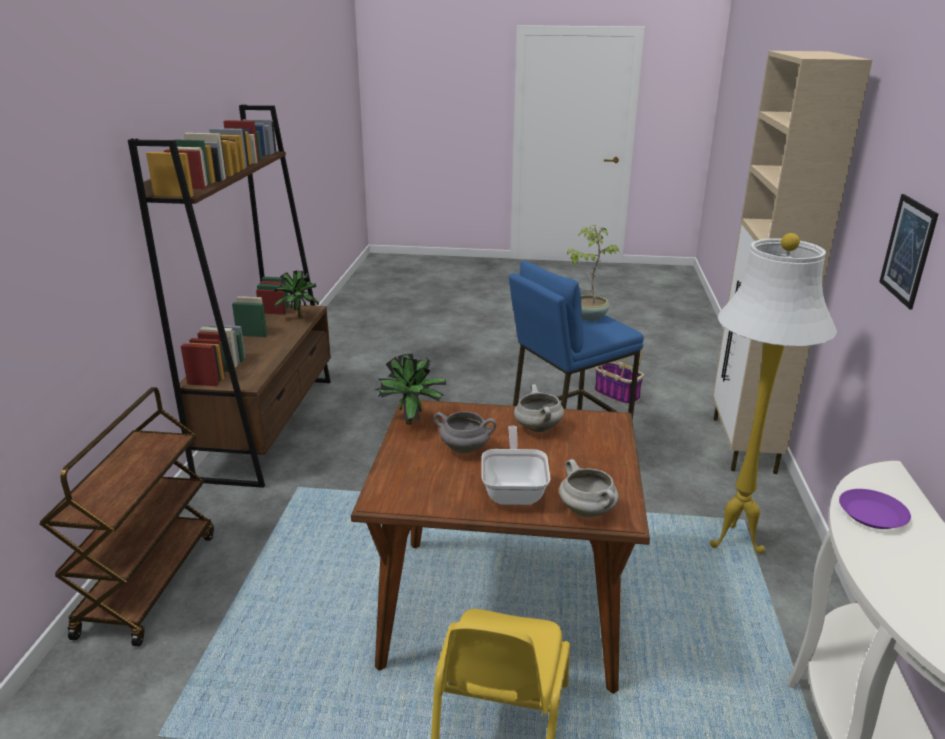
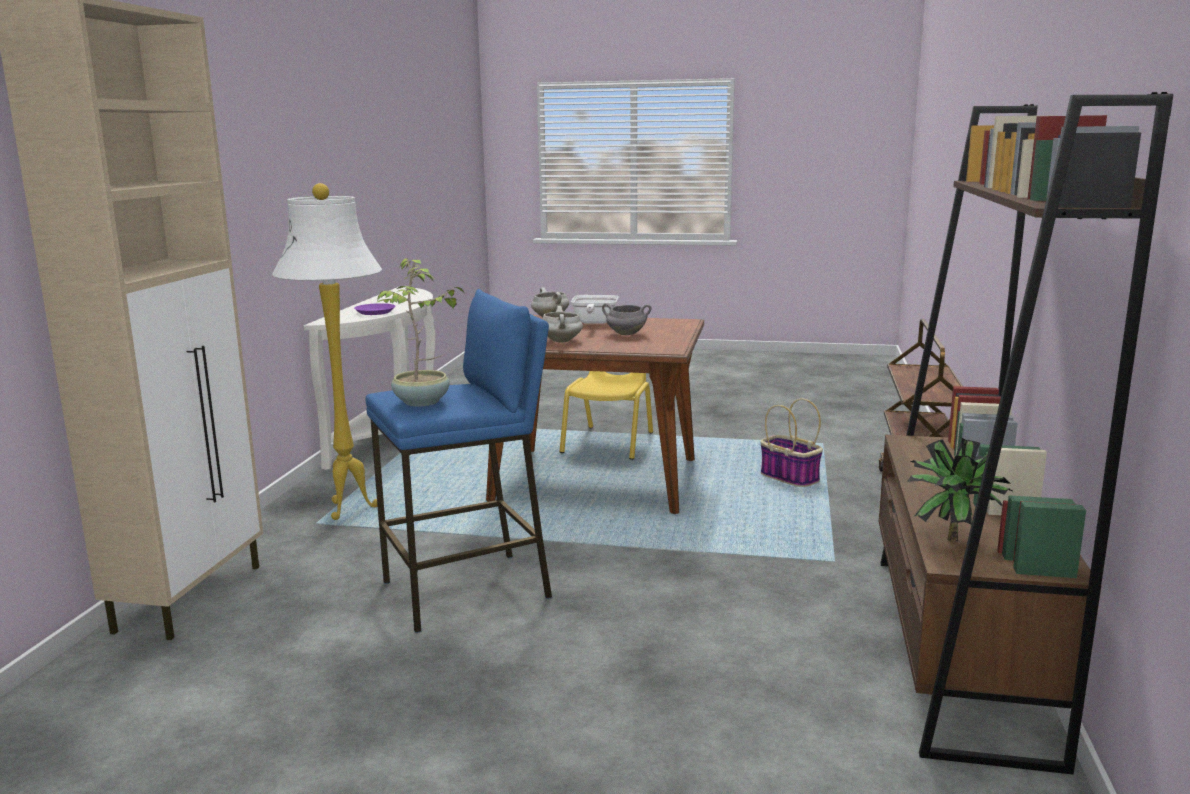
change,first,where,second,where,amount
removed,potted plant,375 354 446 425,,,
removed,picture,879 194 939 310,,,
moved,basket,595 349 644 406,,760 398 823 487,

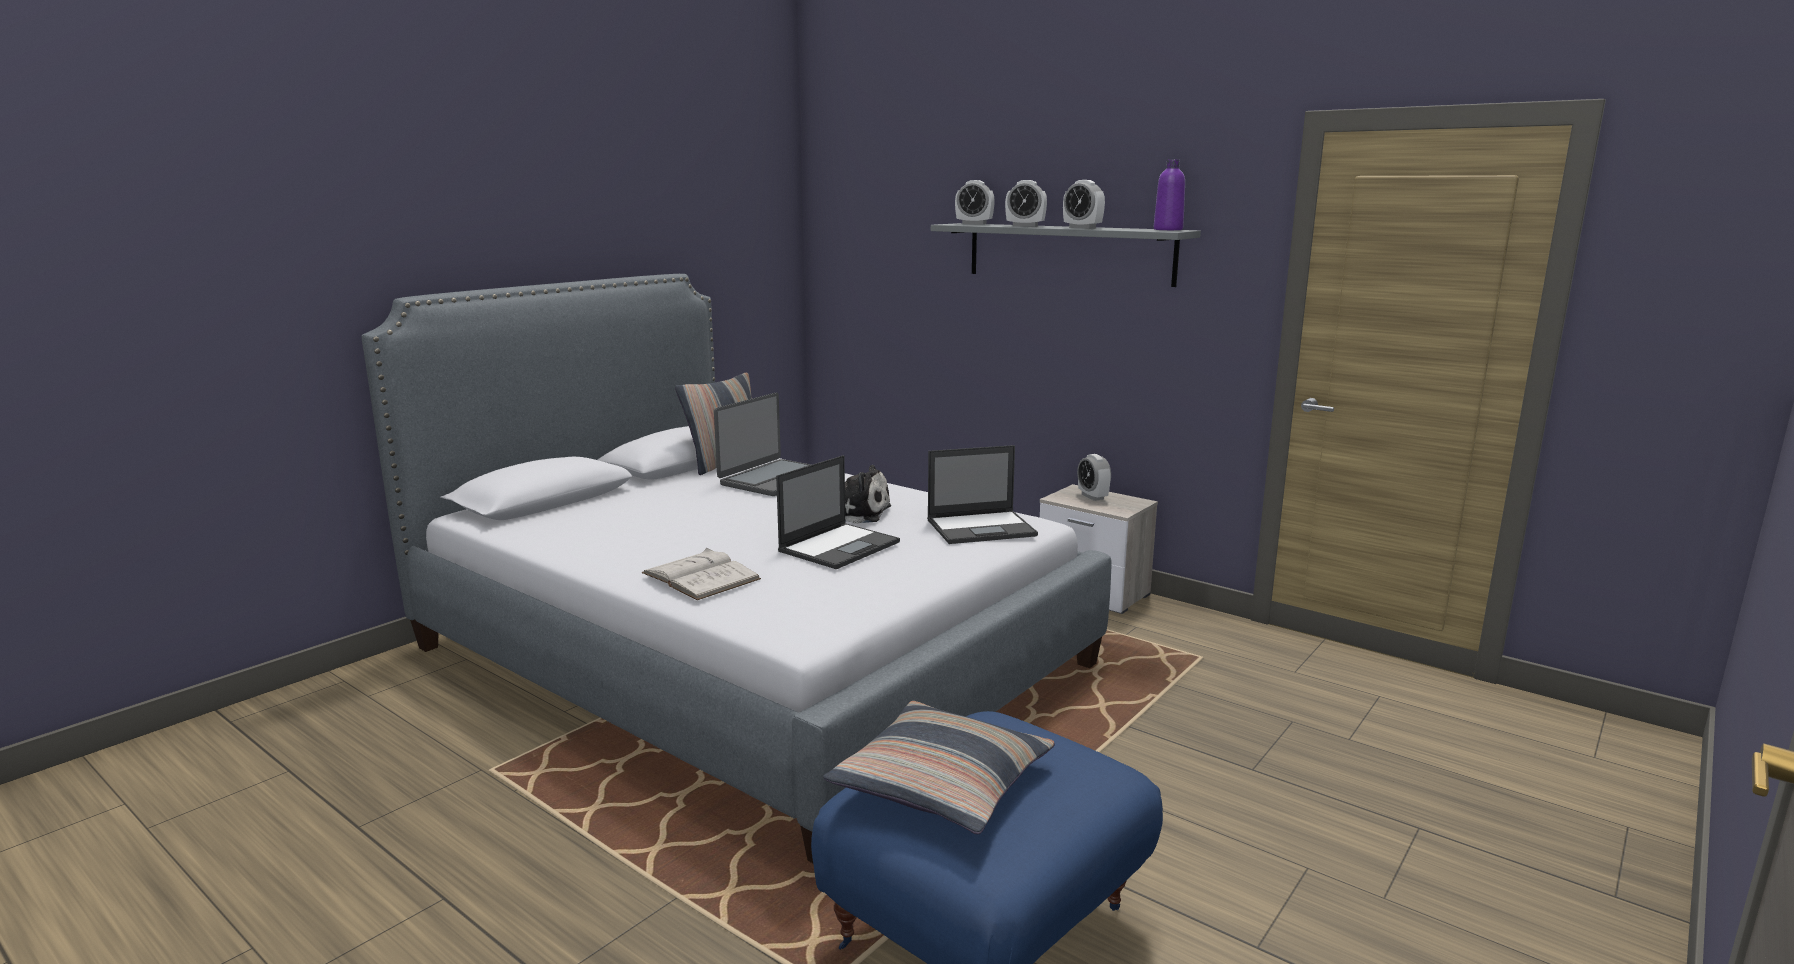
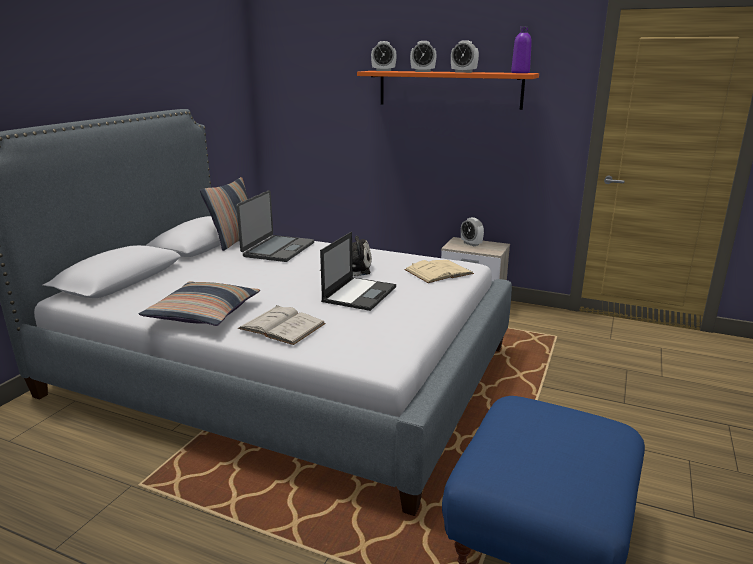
change,first,where,second,where,amount
moved,pillow,823 701 1055 834,,139 281 260 326,
replaced,laptop,927 445 1038 544,book in beige,404 260 474 283,
recoloured,shelf in grey,931 223 1201 287,shelf in orange,357 71 539 110,

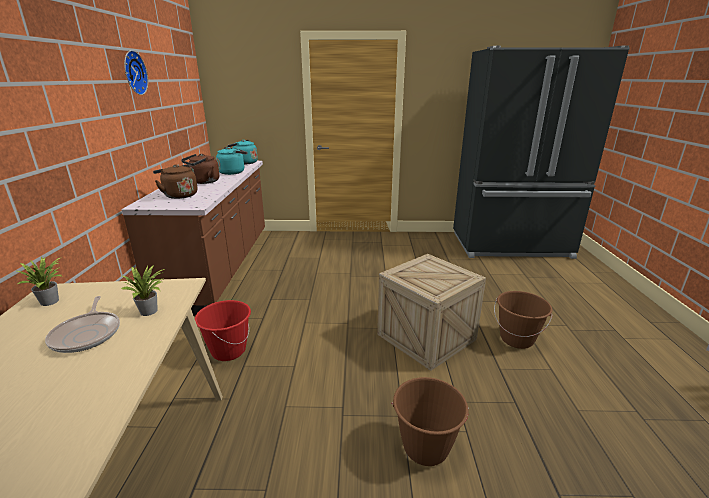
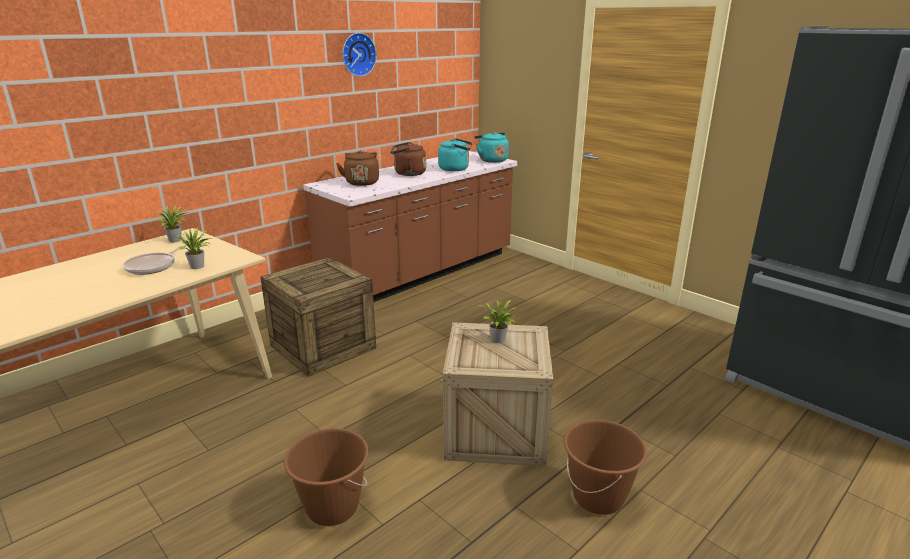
change,first,where,second,where,amount
added,,,potted plant,481 300 515 343,
replaced,bucket in red,195 300 251 361,crate,260 257 376 377,

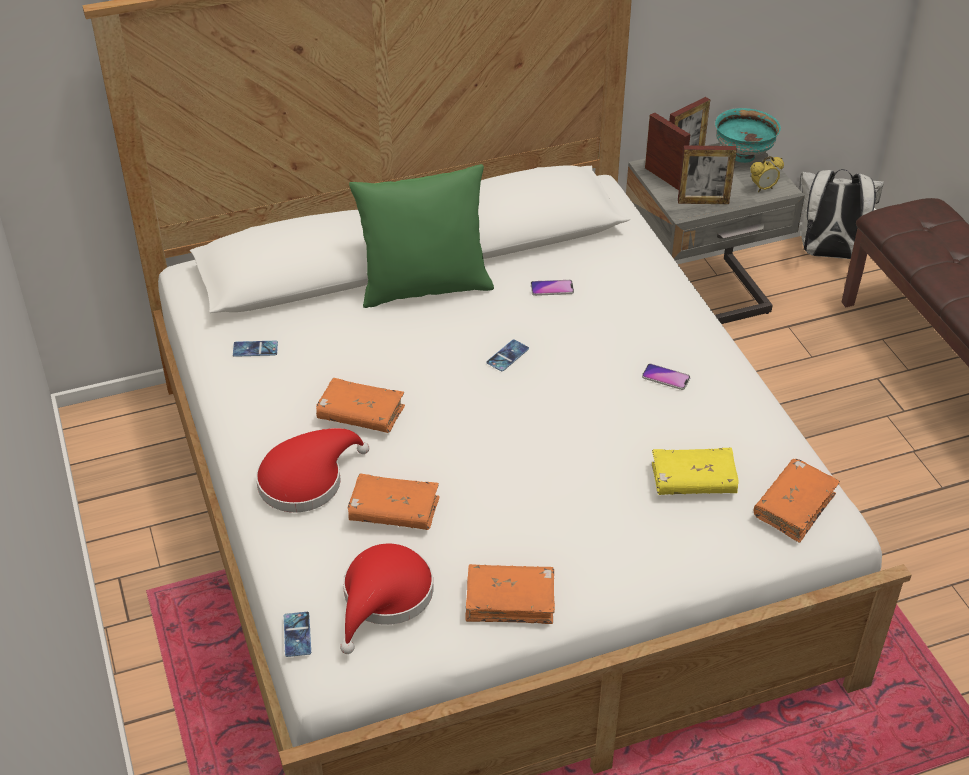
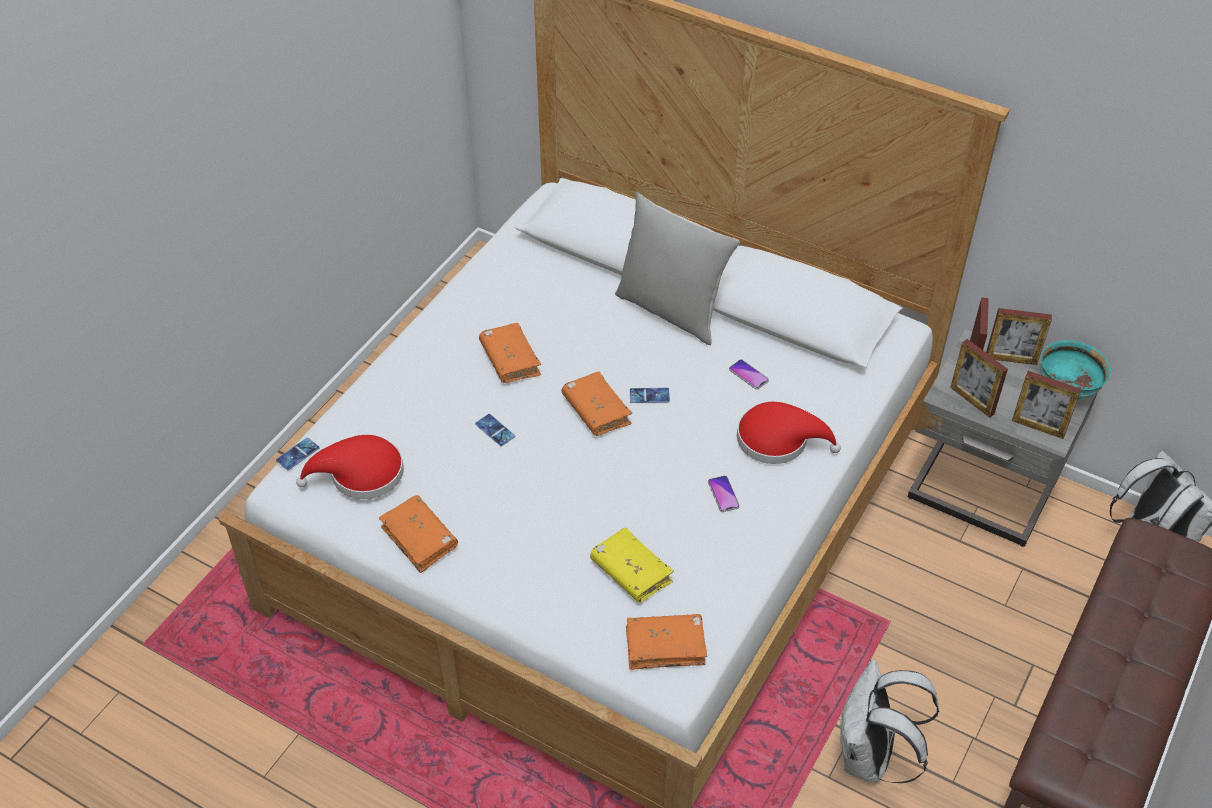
change,first,where,second,where,amount
added,,,backpack in white,839 659 939 783,
moved,phone,233 341 278 357,,475 414 515 446,
moved,hat in red,256 428 369 513,,737 402 841 464,
moved,book in orange,348 474 440 530,,561 371 632 436,
replaced,alarm clock,751 156 784 192,picture frame,1012 371 1081 439,
recoloured,pillow in green,349 164 494 308,pillow in grey,615 192 740 345,

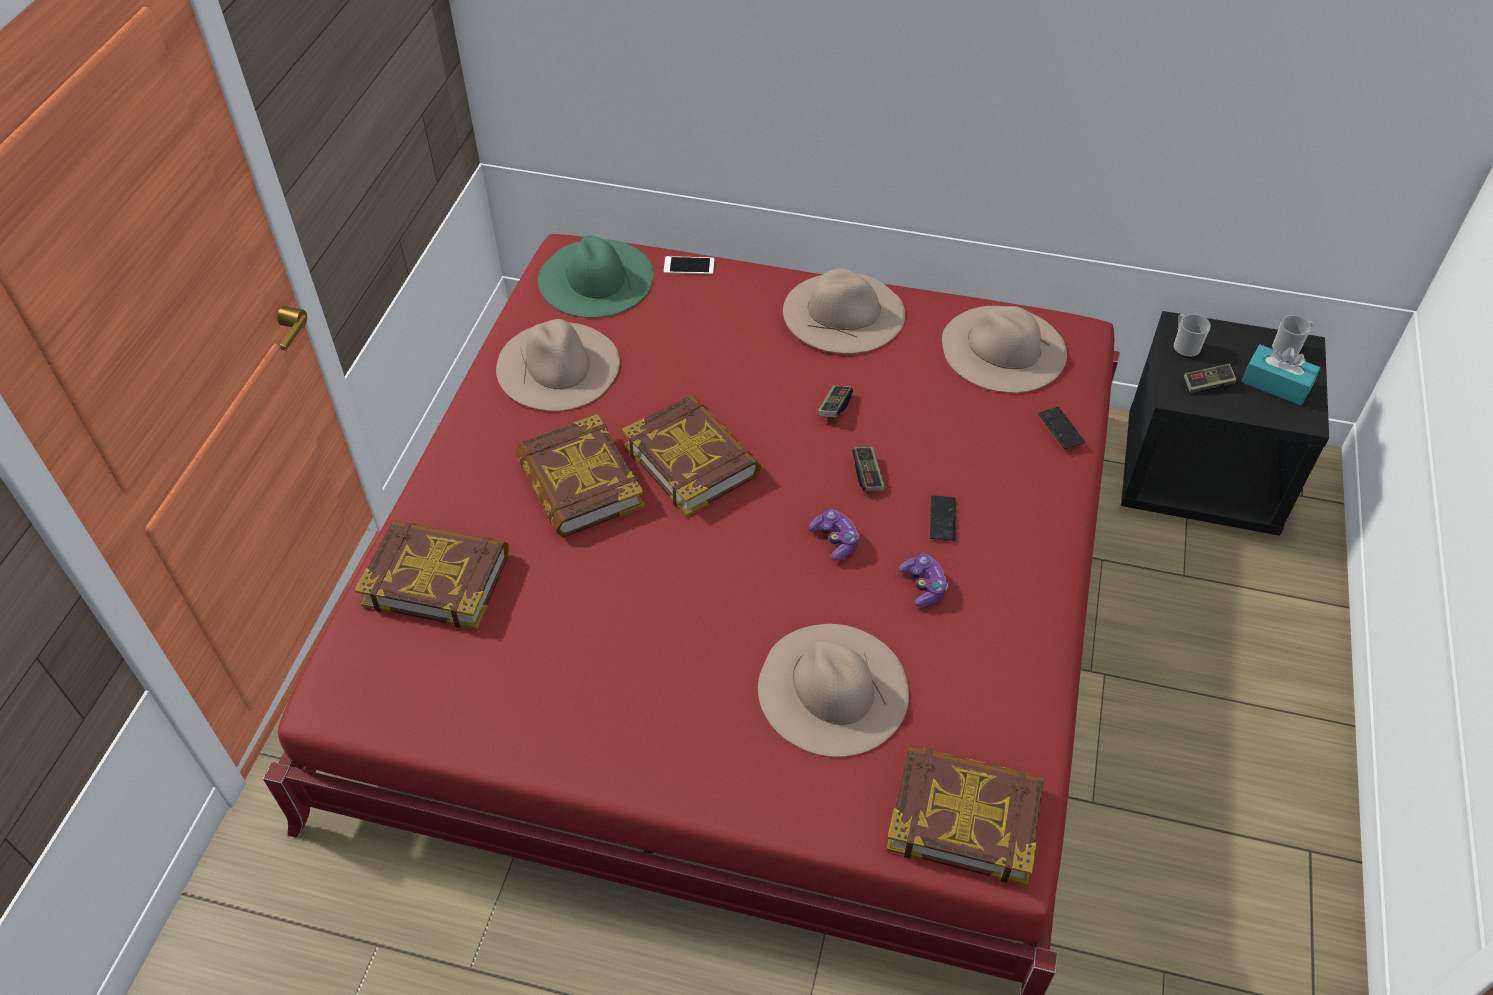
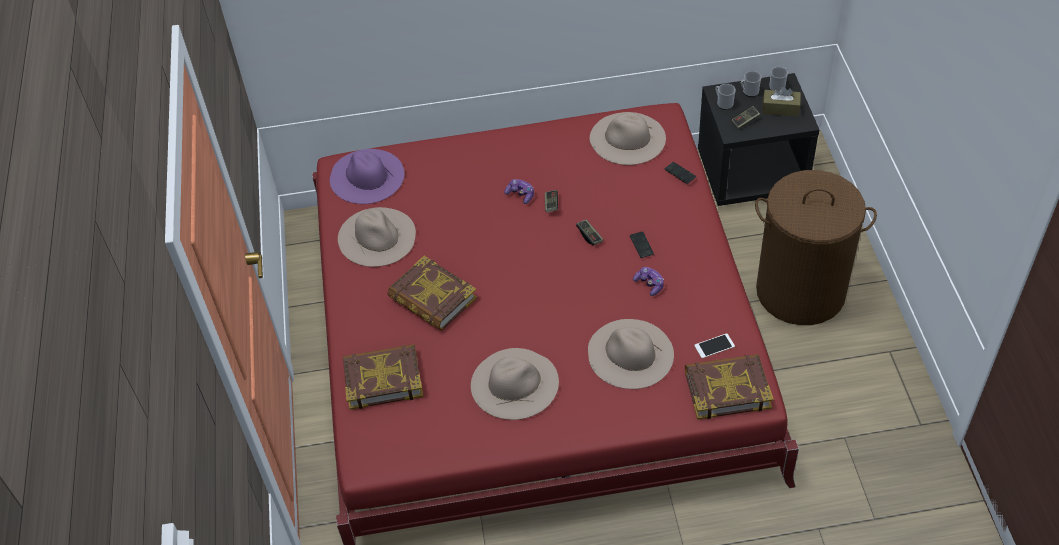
change,first,where,second,where,amount
removed,book,622 395 761 516,,,
added,,,mug,741 71 762 97,
added,,,laundry basket in brown,755 170 877 325,
moved,phone,664 256 714 274,,694 333 735 358,
moved,hat in beige,783 268 905 353,,471 348 559 420,
moved,game controller,808 509 859 560,,505 179 534 204,
recoloured,hat in green,538 235 654 318,hat in purple,330 149 405 204,
recoloured,tissue box in turquoise,1241 344 1320 405,tissue box in brown,762 87 801 117,

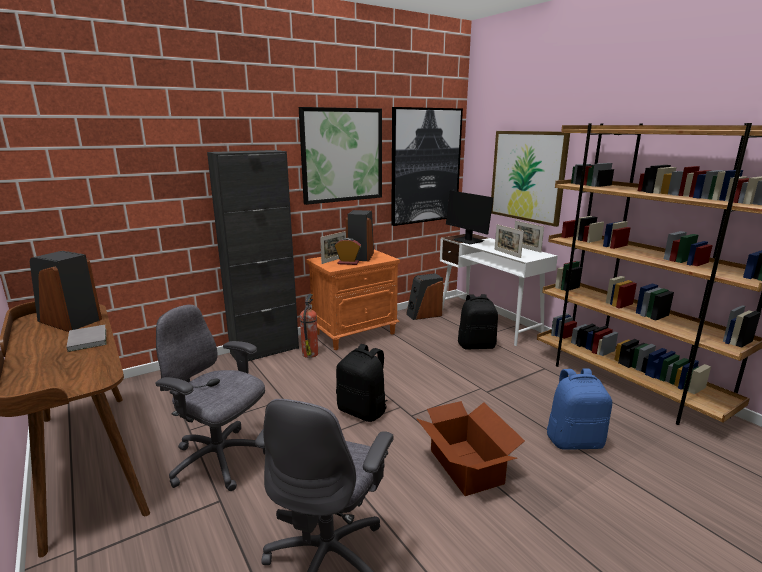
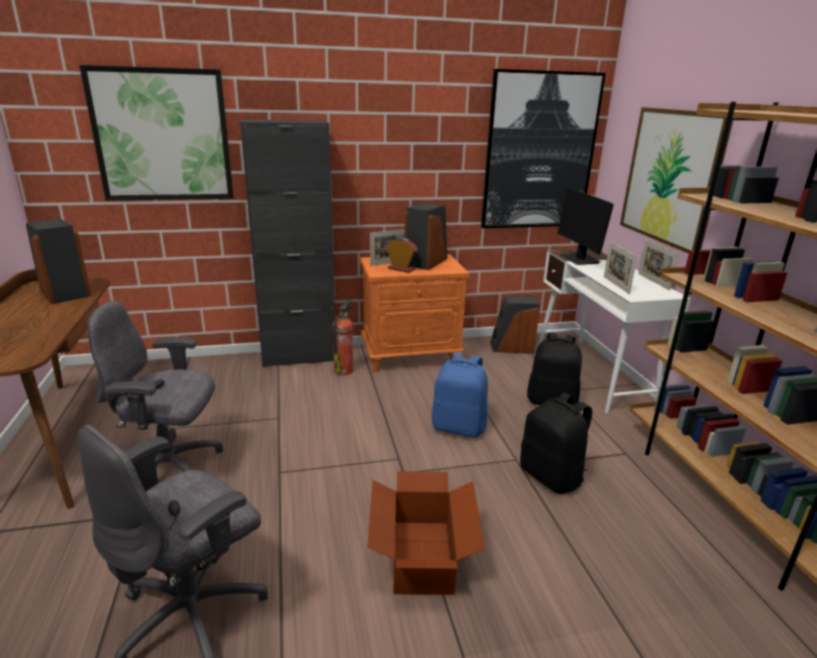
change,first,where,second,where,amount
removed,book in grey,67 325 106 352,,,
moved,picture,299 107 382 205,,79 65 234 201,
moved,backpack in black,336 344 388 422,,520 393 592 494,
moved,backpack in blue,547 369 612 450,,432 353 488 438,
turned,office chair in grey,155 305 265 491,,87 301 223 472,45 degrees counterclockwise

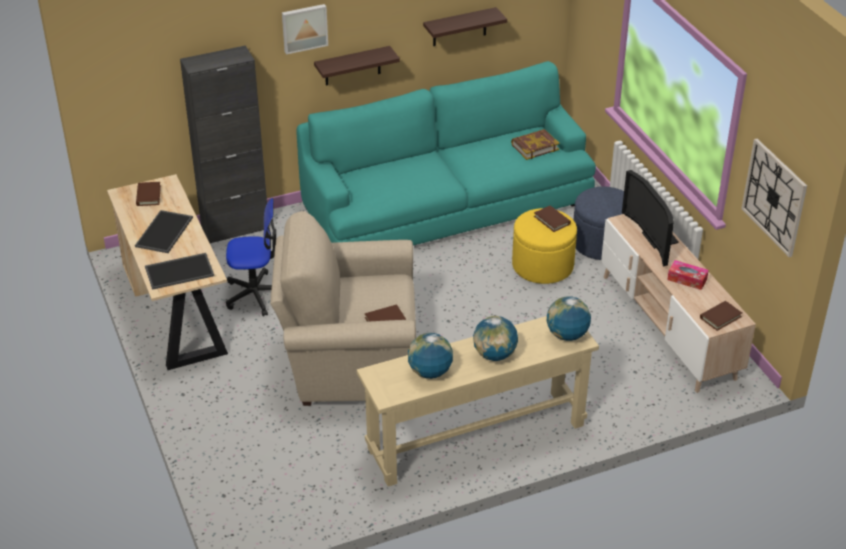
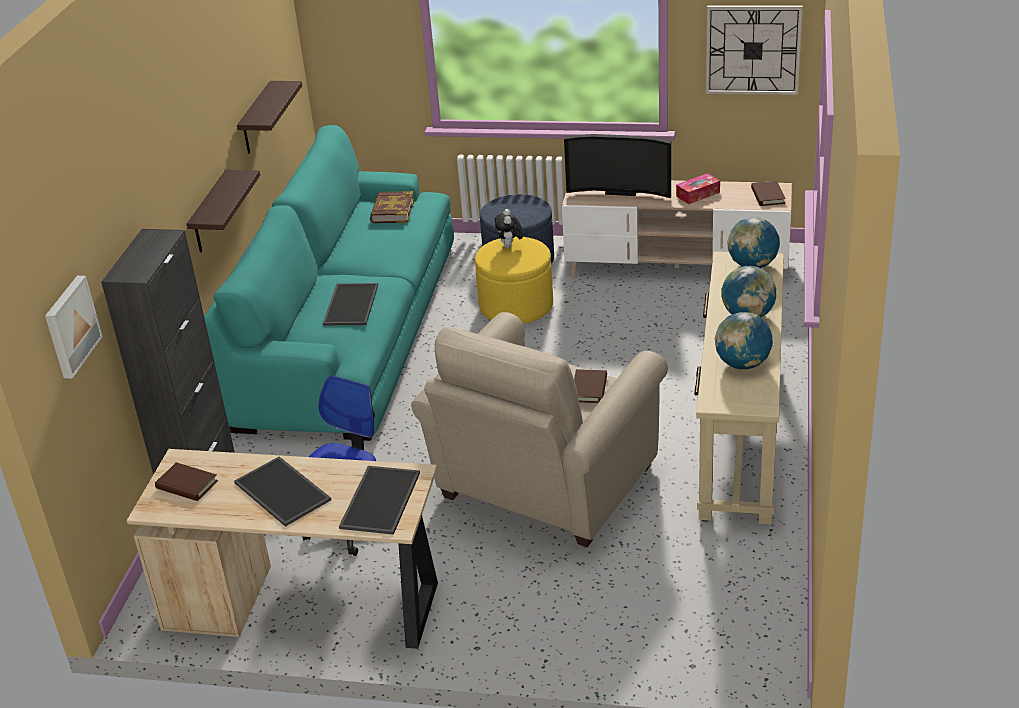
change,first,where,second,where,amount
added,,,tray,323 283 378 325,
moved,picture,282 4 328 55,,45 275 103 379,
replaced,book in brown,534 206 571 232,plush toy,495 209 523 248,

